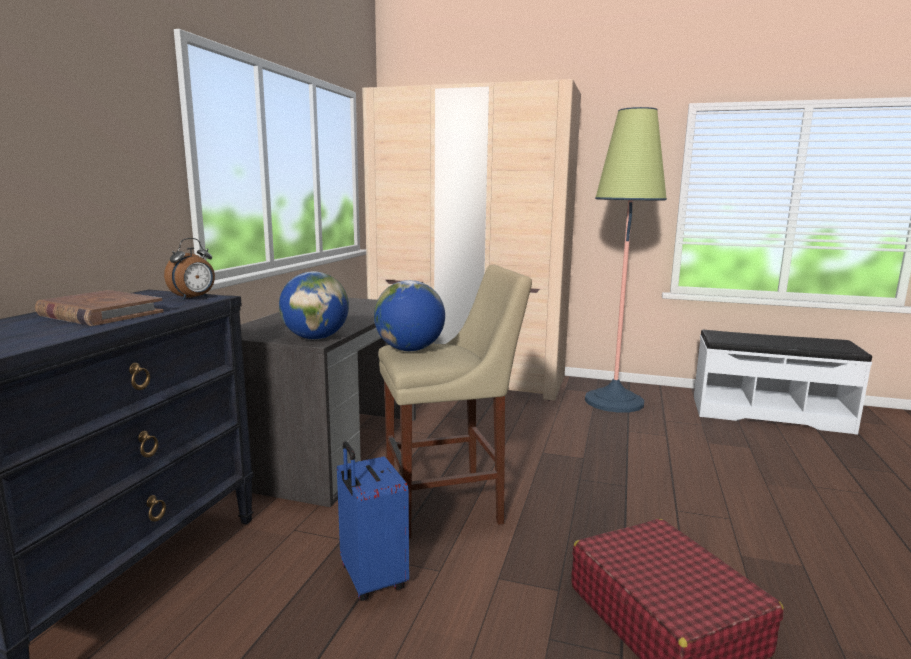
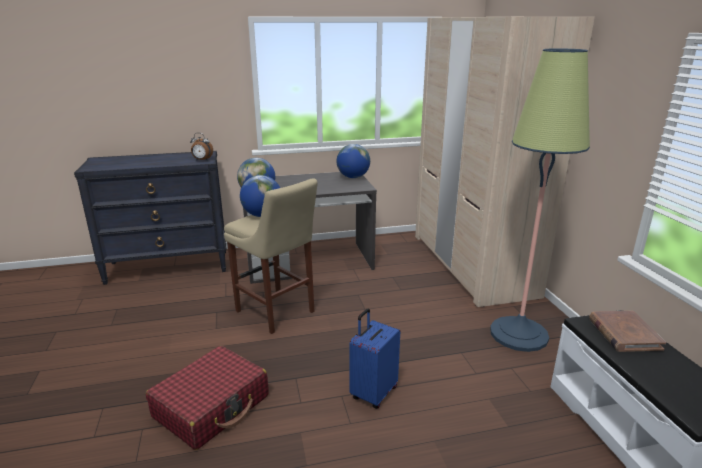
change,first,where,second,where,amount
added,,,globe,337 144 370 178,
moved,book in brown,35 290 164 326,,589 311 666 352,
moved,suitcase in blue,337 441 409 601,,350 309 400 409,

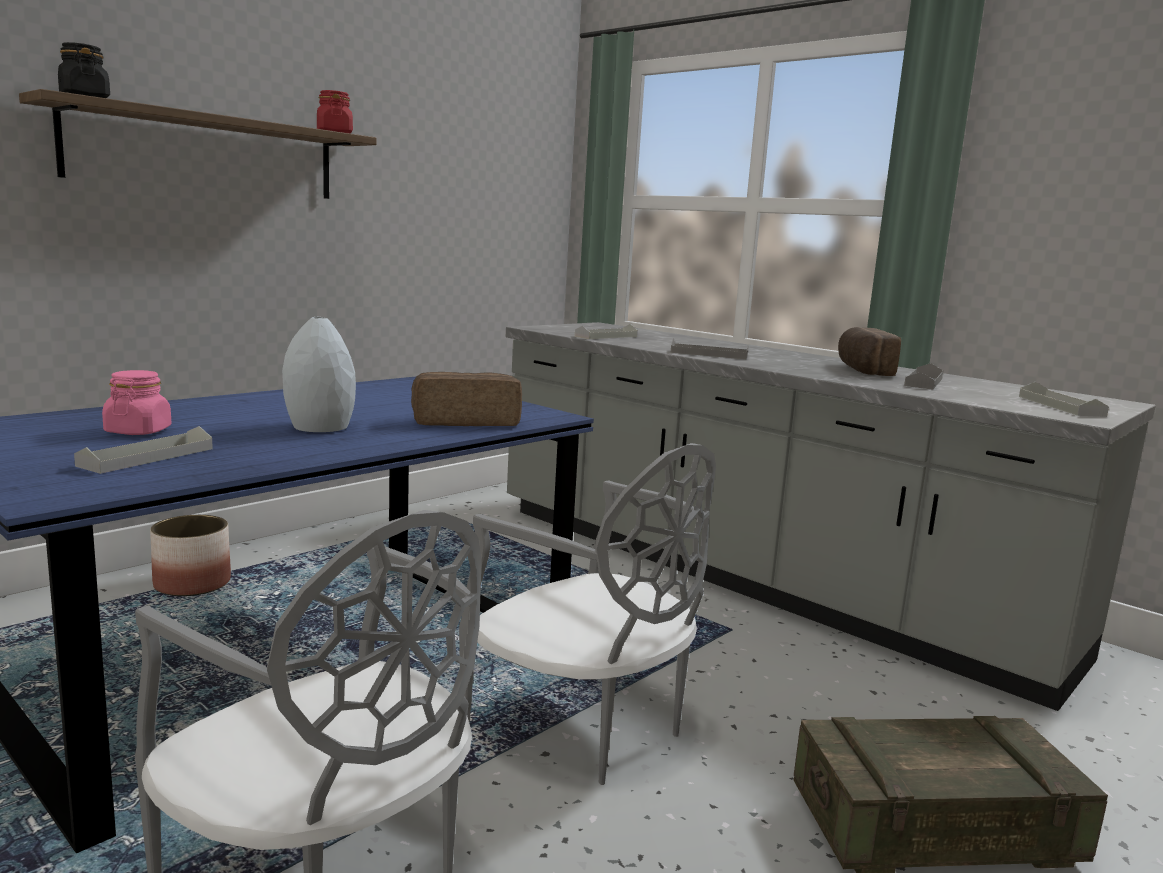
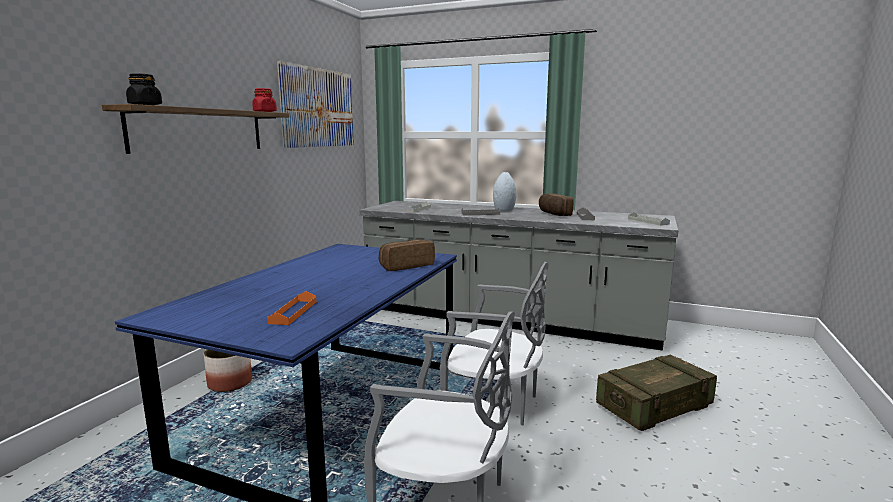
change,first,where,second,where,amount
removed,jar in pink,102 370 171 435,,,
added,,,picture,277 61 354 148,
moved,vase in grey,282 317 356 432,,493 172 517 211,
recoloured,tray in grey,74 426 213 474,tray in orange,267 291 317 325,

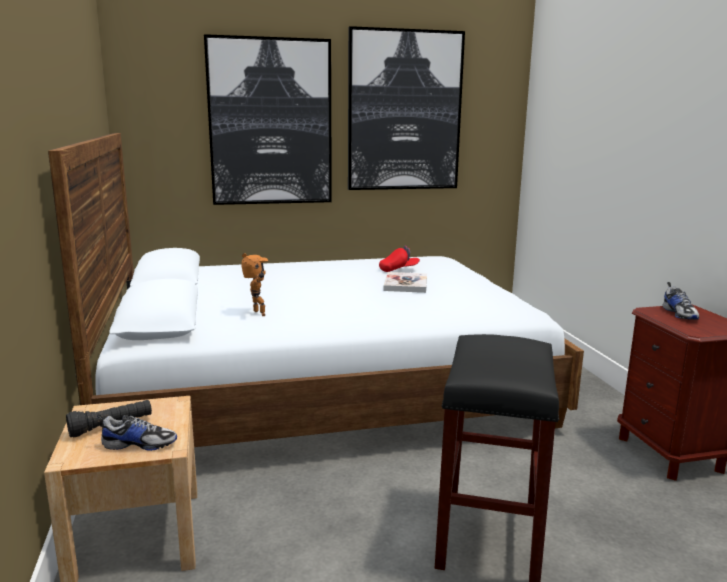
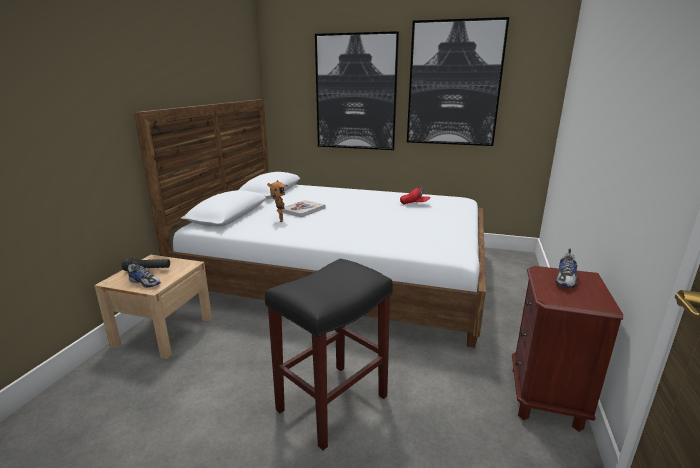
change,first,where,second,where,amount
moved,book,384 272 427 293,,282 200 326 217,

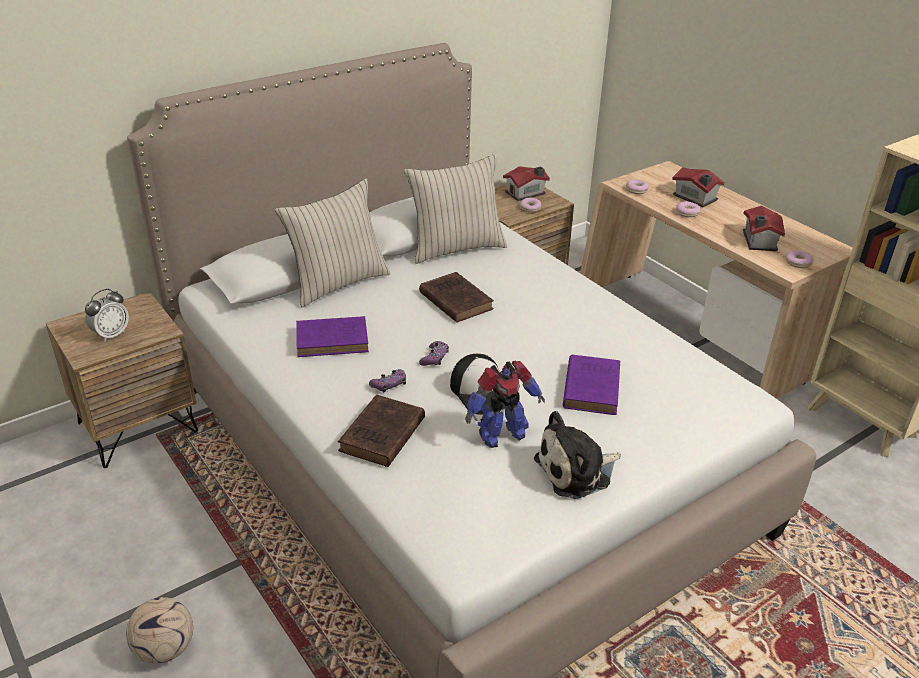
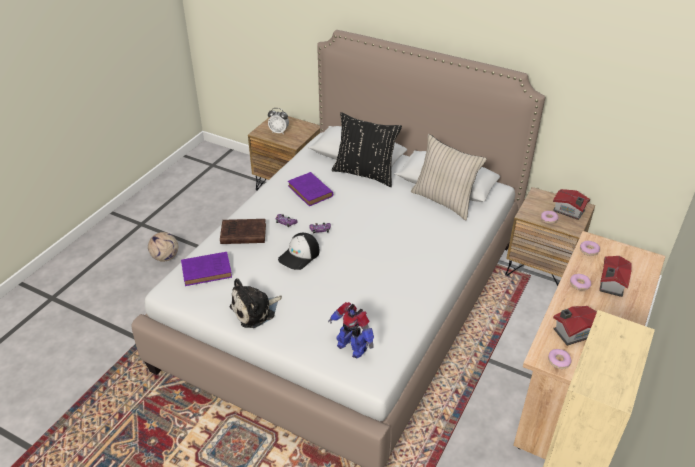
change,first,where,second,where,amount
removed,book in brown,419 272 494 323,,,
moved,toy robot,465 360 545 448,,328 302 374 358,
moved,book in purple,563 354 620 415,,181 252 232 286,
recoloured,pillow in beige,275 179 391 308,pillow in black,332 112 402 187,
turned,plush toy,534 411 621 499,,230 278 282 328,75 degrees counterclockwise

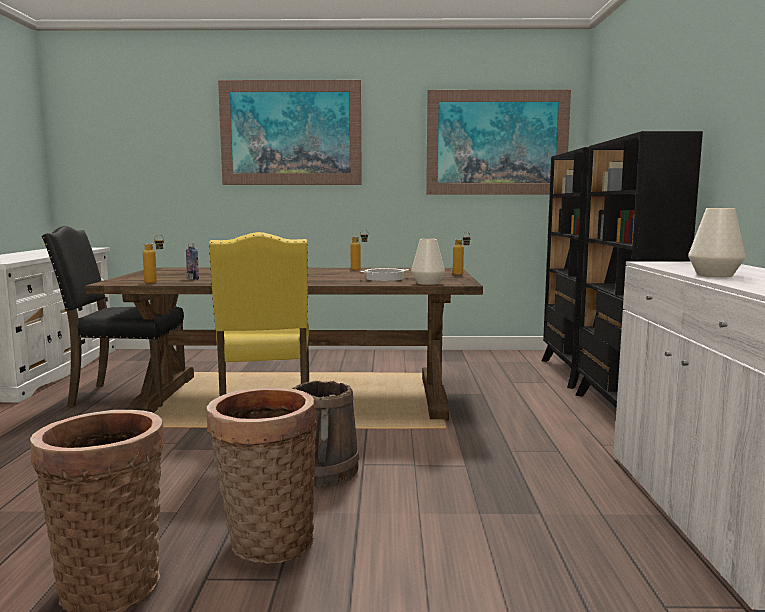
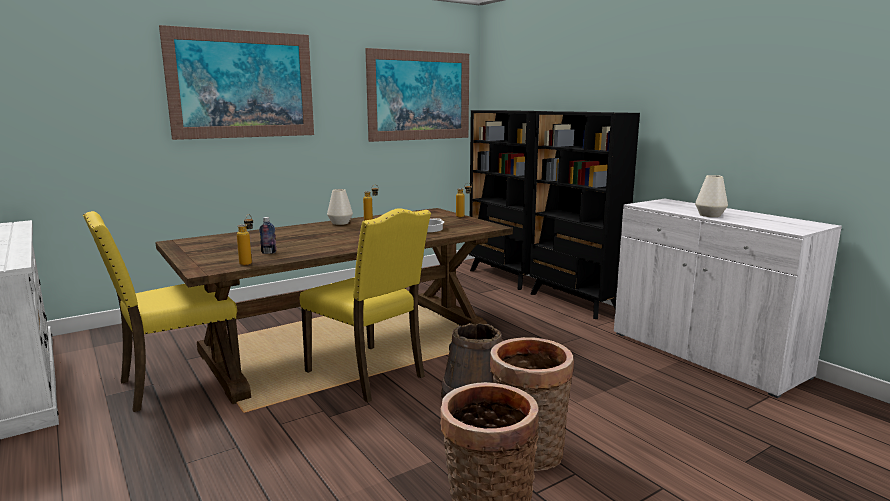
change,first,where,second,where,amount
moved,vase in white,411 239 445 285,,327 189 353 225,
recoloured,chair in black,42 226 185 407,chair in yellow,83 211 241 412,

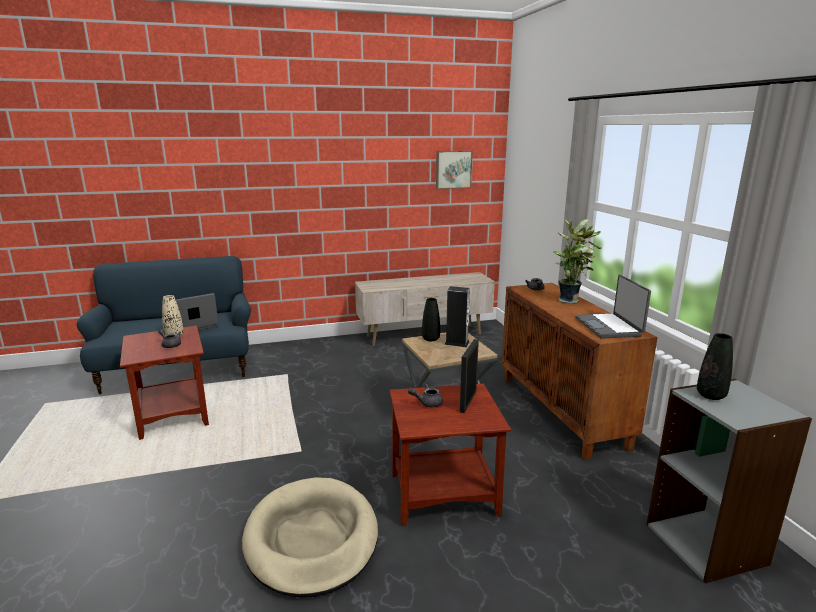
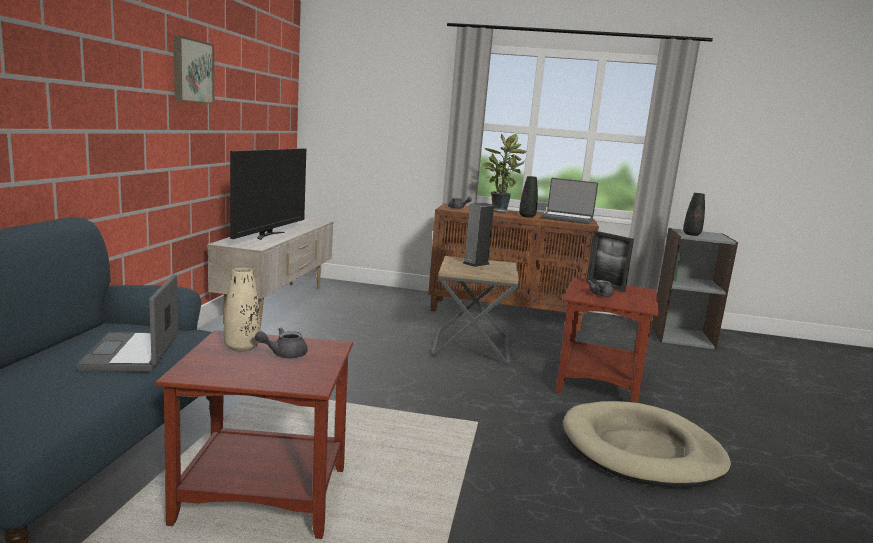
change,first,where,second,where,amount
added,,,television,230 148 306 240,
moved,vase in black,422 298 440 341,,519 176 538 218,
moved,picture,436 151 473 189,,173 35 214 104,

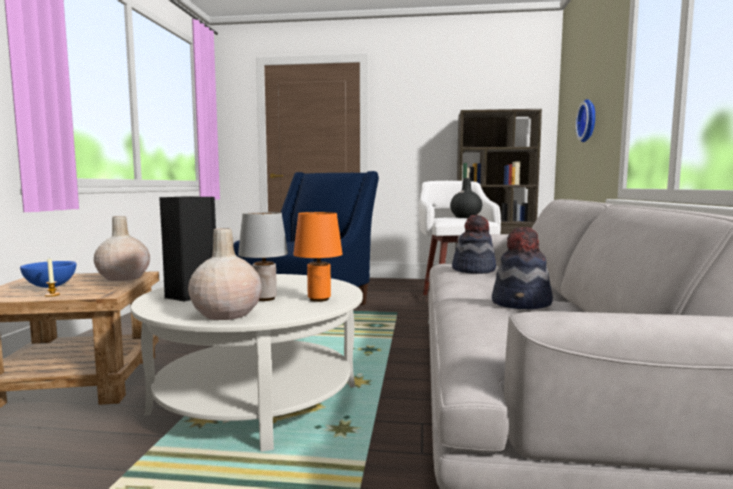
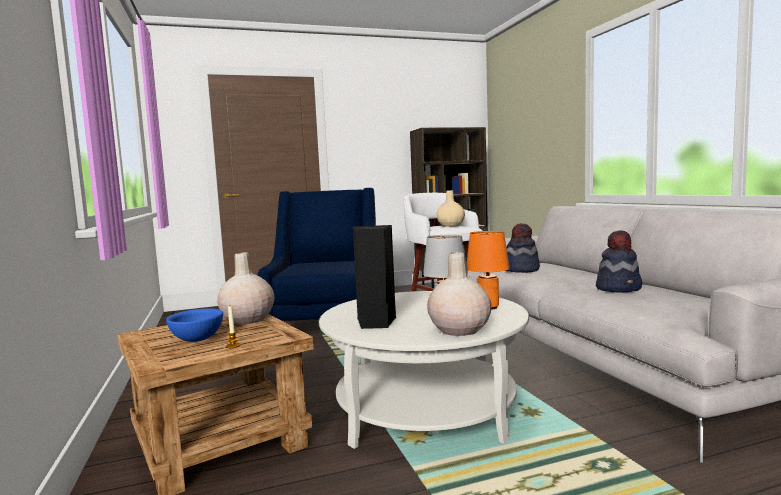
change,first,where,second,where,amount
removed,wall clock,575 99 595 142,,,
recoloured,vase in black,450 178 482 218,vase in beige,436 190 465 227,

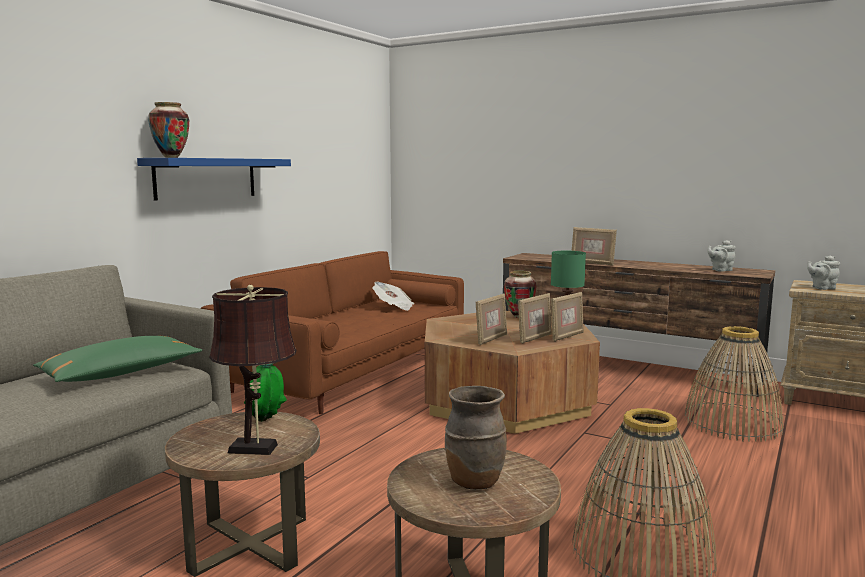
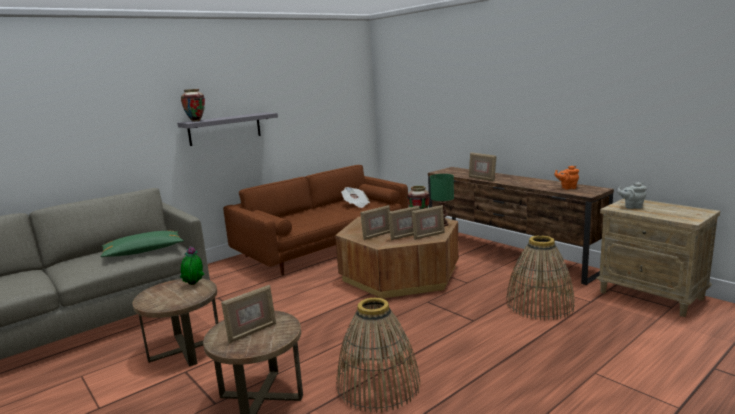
change,first,where,second,where,amount
removed,table lamp in brown,209 285 297 455,,,
replaced,vase in brown,445 386 507 490,picture frame,221 285 276 344,
recoloured,shelf in blue,137 158 291 201,shelf in grey,177 112 278 146,
recoloured,teapot in grey,708 240 736 272,teapot in orange,555 166 579 190,

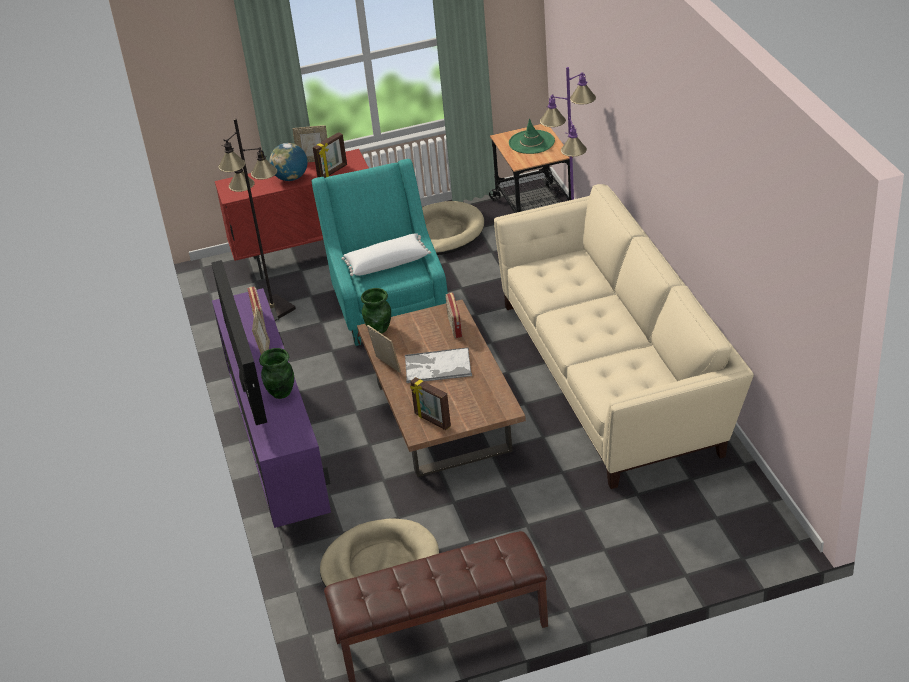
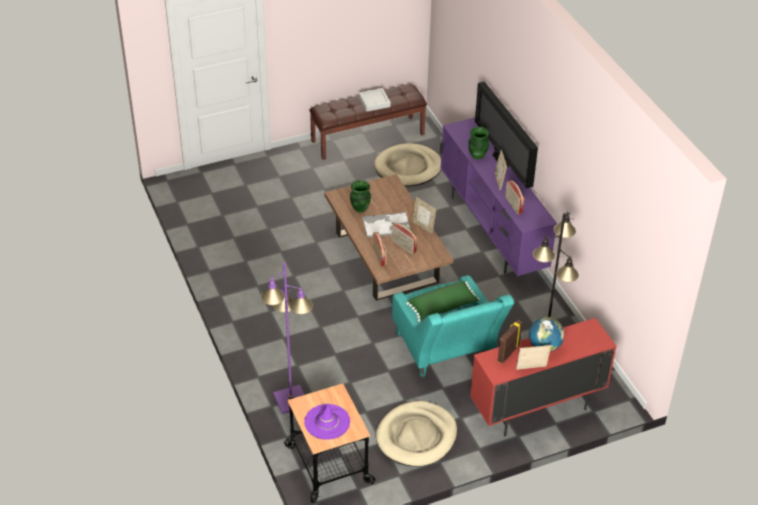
change,first,where,second,where,amount
removed,picture frame,410 377 451 430,,,
removed,sofa in beige,494 184 754 489,,,
added,,,tray in grey,359 88 391 111,
added,,,radio,392 223 417 254,
moved,vase in green,361 288 391 334,,350 180 371 213,
recoloured,pillow in white,342 233 431 276,pillow in green,406 281 480 322,
recoloured,hat in green,509 118 555 154,hat in purple,304 403 350 440,

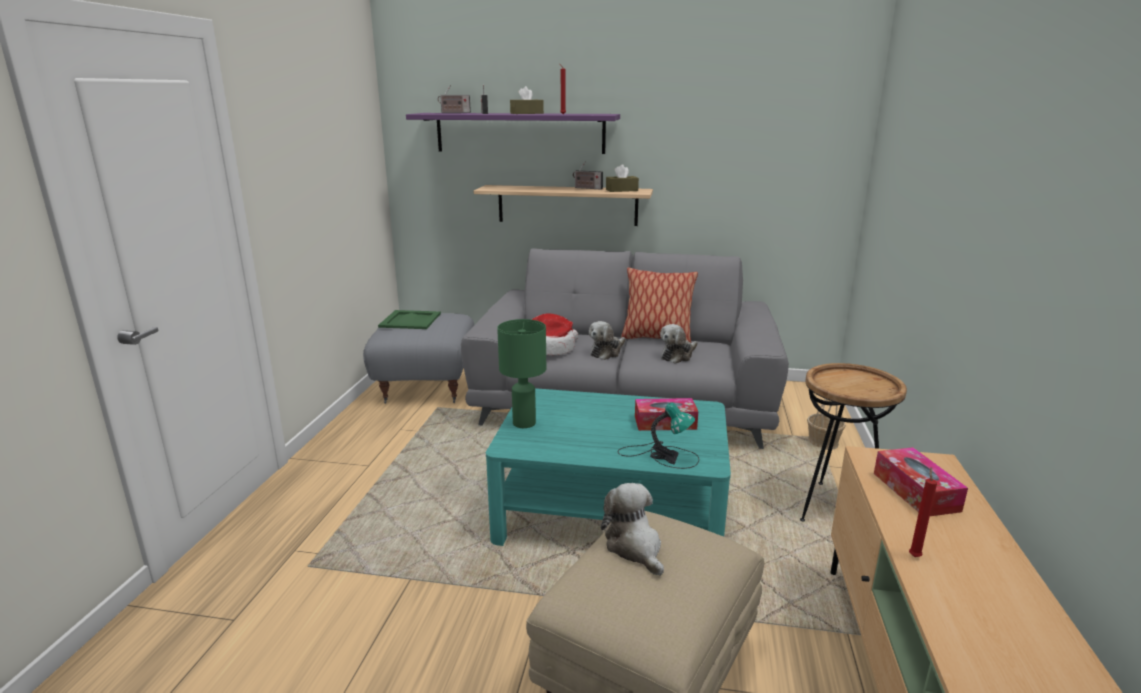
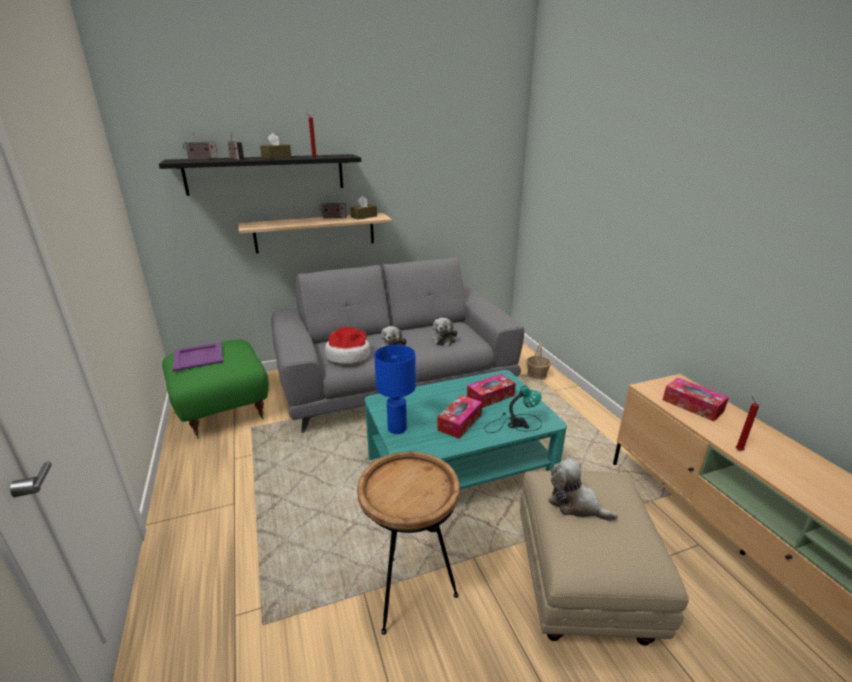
change,first,where,second,where,amount
removed,pillow,621 267 698 343,,,
added,,,tissue box,437 395 482 439,
moved,side table in brown,800 363 907 522,,357 451 460 635,
recoloured,ottoman in grey,363 313 474 404,ottoman in green,162 339 269 439,
recoloured,tray in green,378 310 441 329,tray in purple,173 342 224 372,
recoloured,shelf in purple,406 113 620 154,shelf in black,159 154 361 196,
recoloured,table lamp in green,497 319 546 428,table lamp in blue,374 345 416 434,

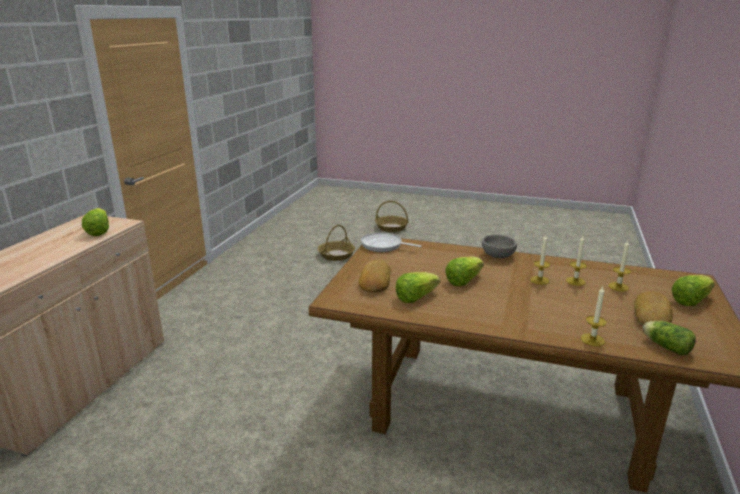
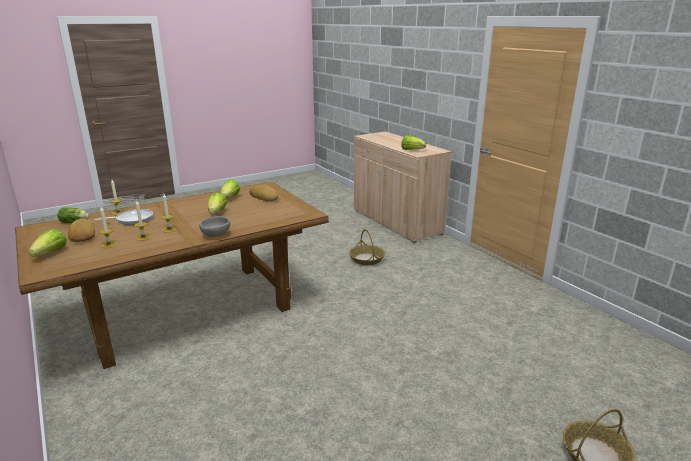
change,first,where,second,where,amount
moved,basket,318 225 355 261,,349 229 385 265,
moved,frying pan,361 232 421 252,,95 209 153 225,

